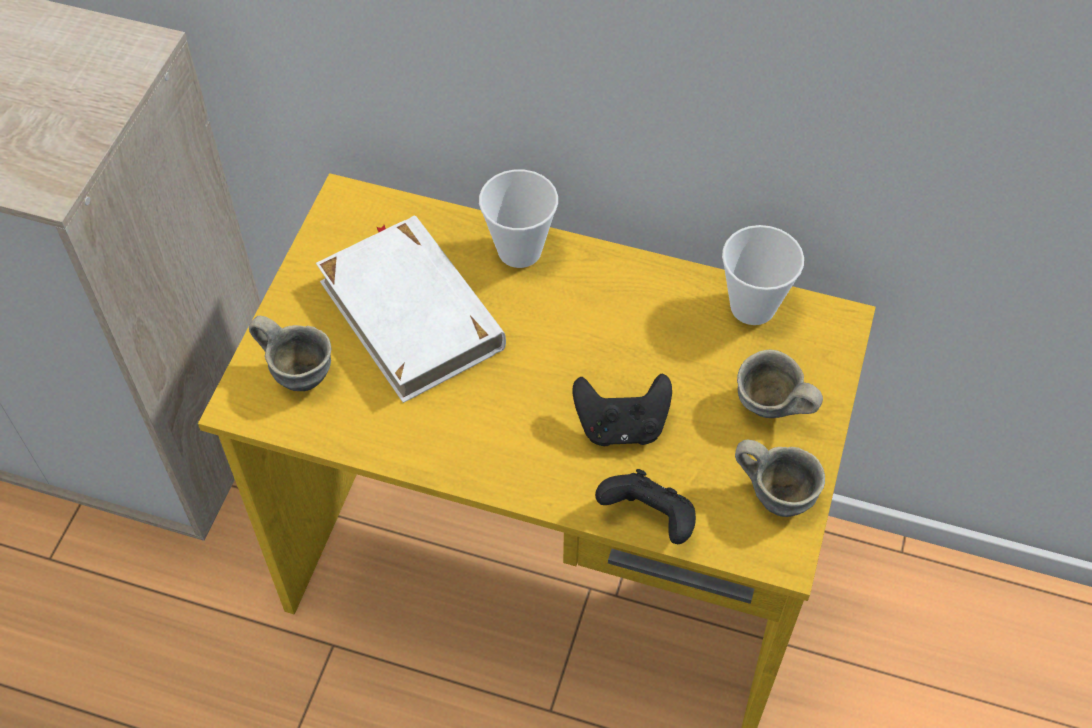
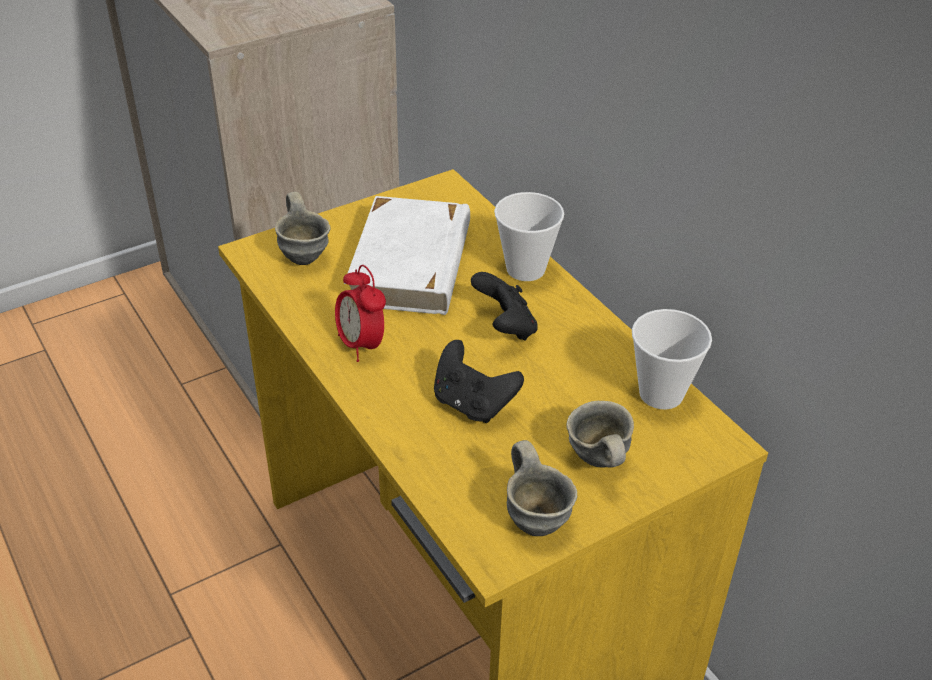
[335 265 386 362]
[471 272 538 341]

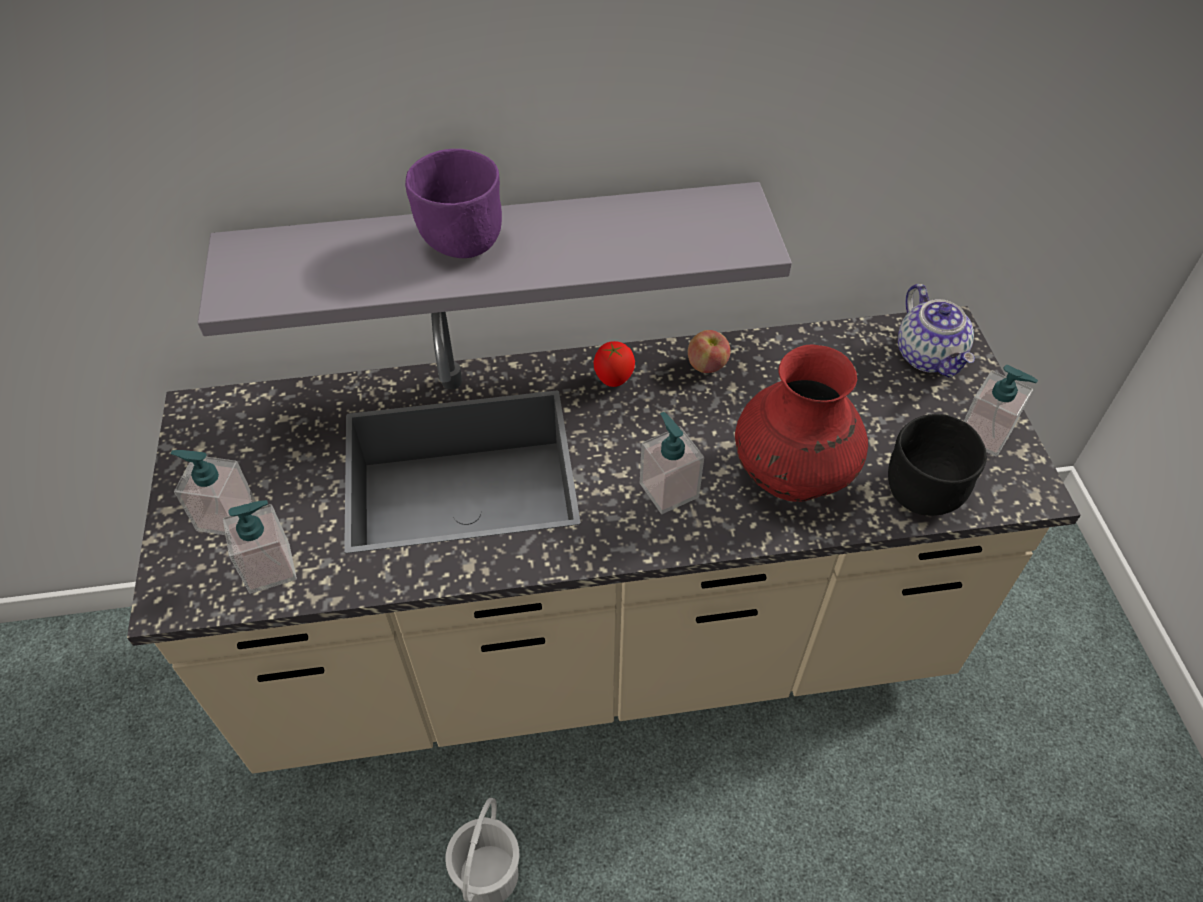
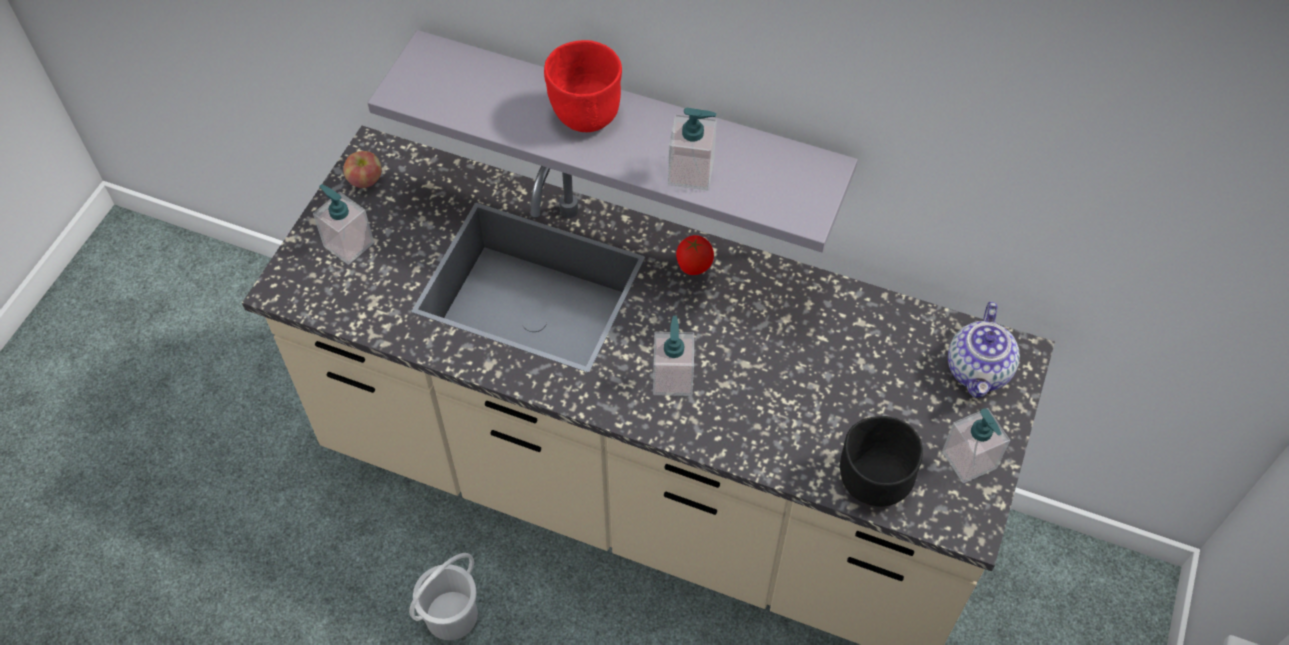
[343 151 381 188]
[544 40 622 132]
[668 108 717 191]
[735 344 868 502] (first image)

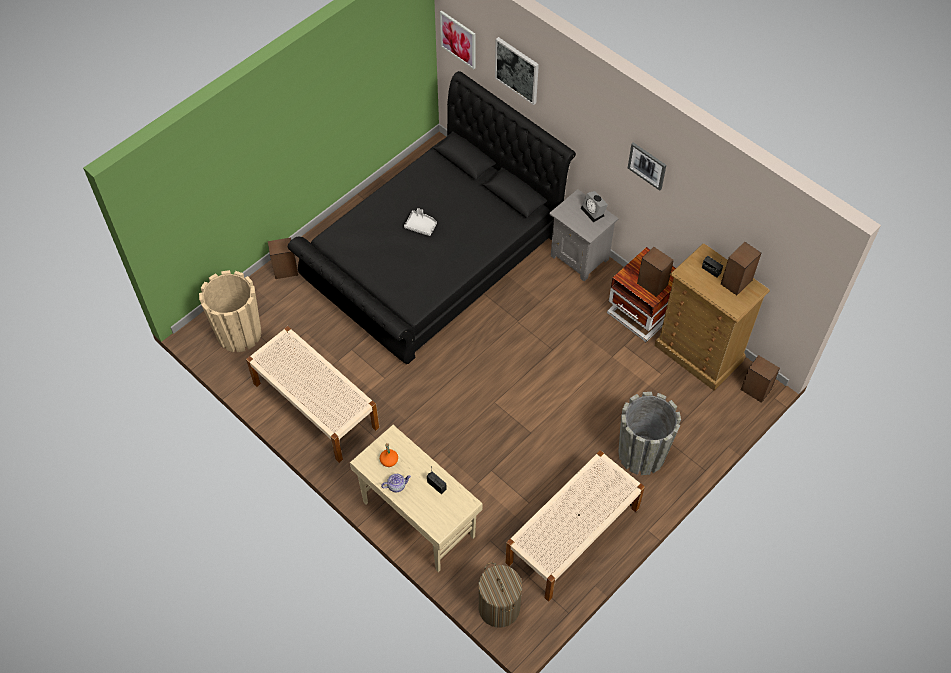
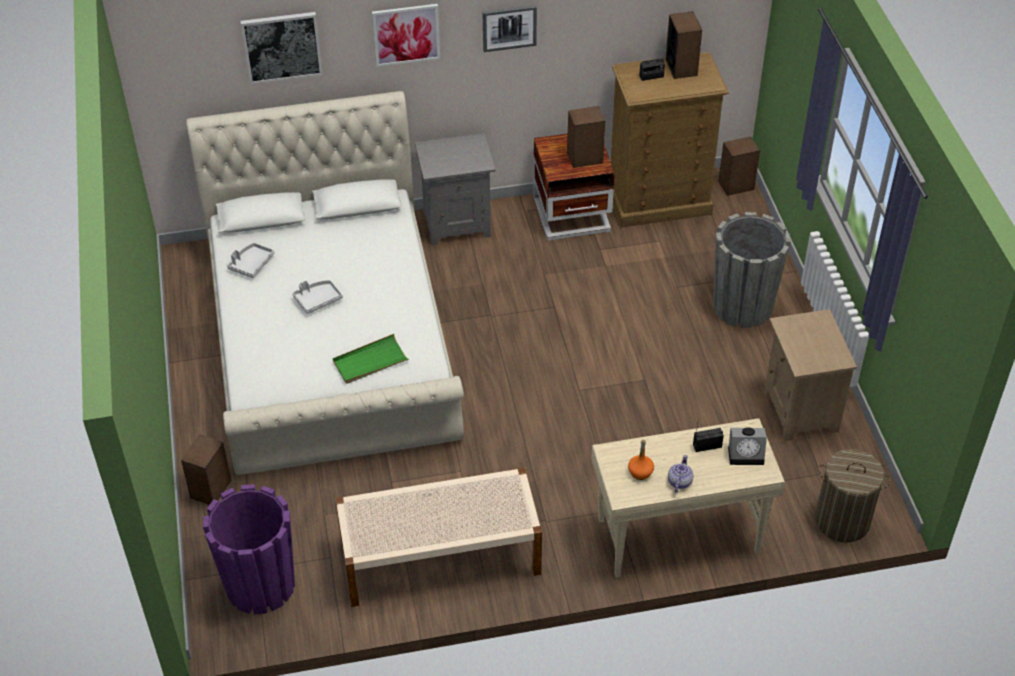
[186 91 464 475]
[203 484 295 614]
[227 243 274 278]
[333 334 409 384]
[372 4 440 67]
[728 427 767 465]
[764 309 857 441]

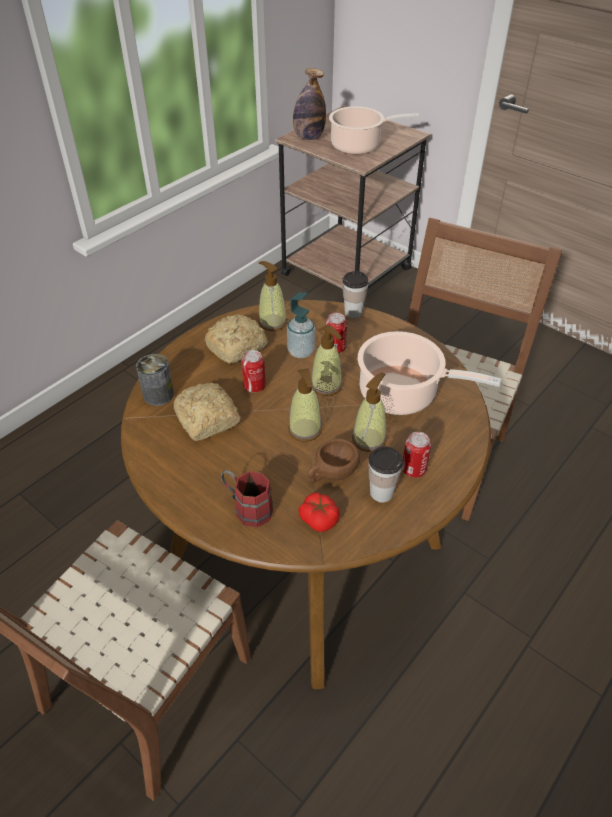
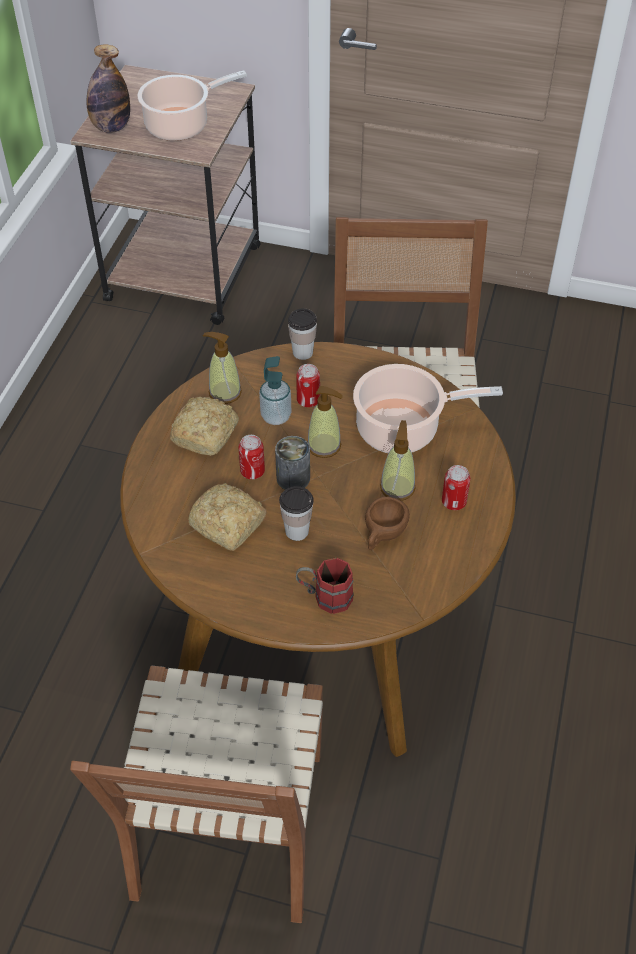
[275 436 310 490]
[279 486 314 541]
[288 368 322 442] (first image)
[298 492 340 532] (first image)

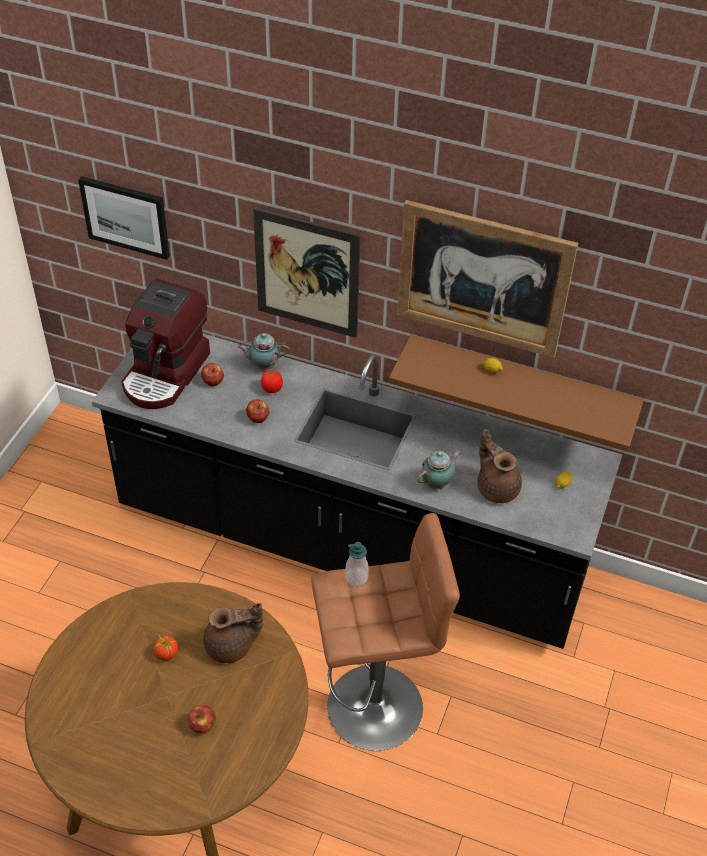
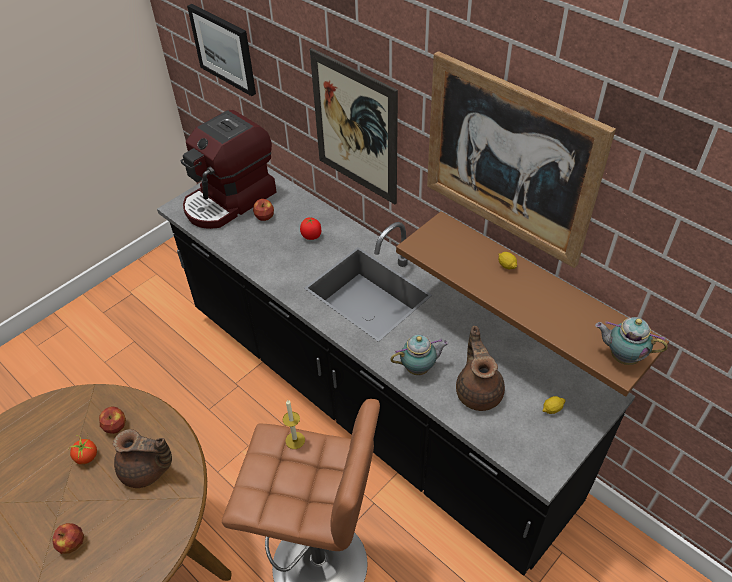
[99 406 126 434]
[283 399 305 449]
[595 317 668 365]

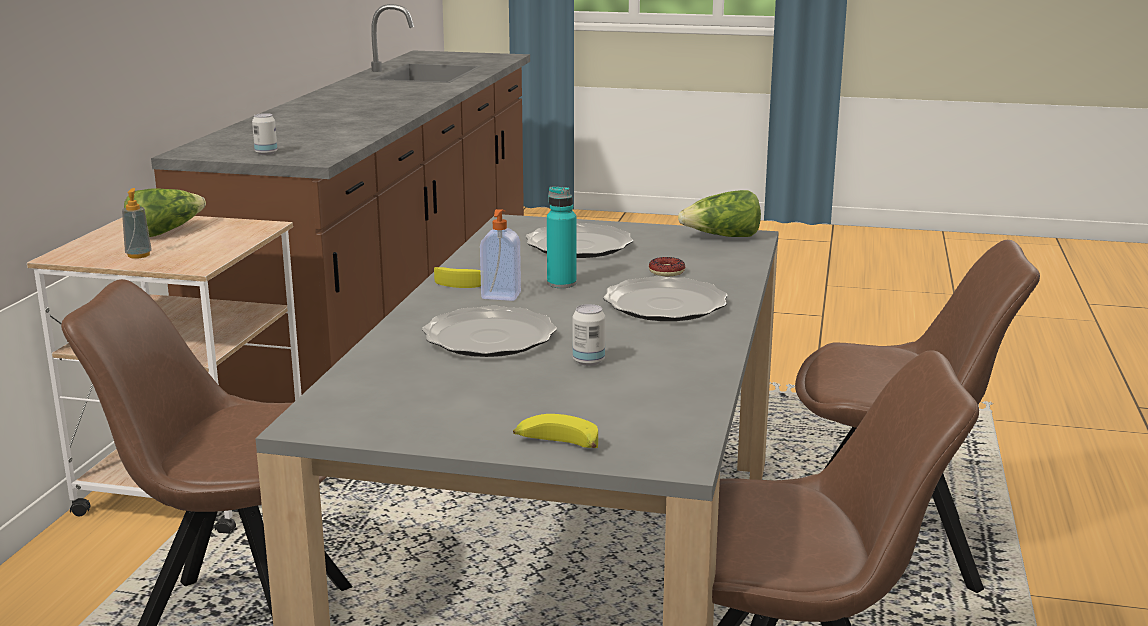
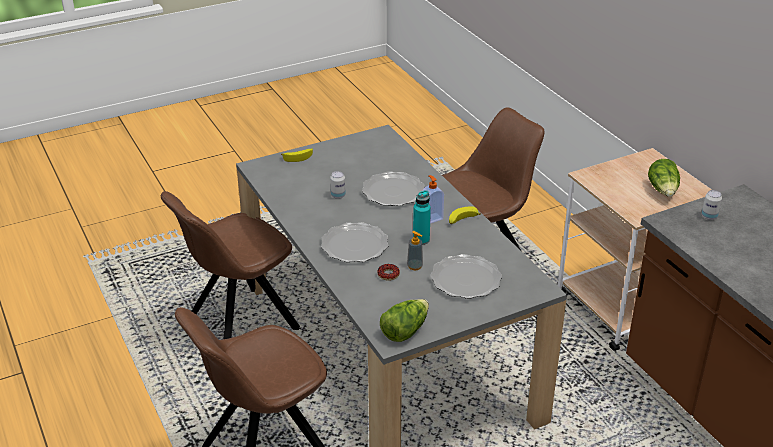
[407 231 423 270]

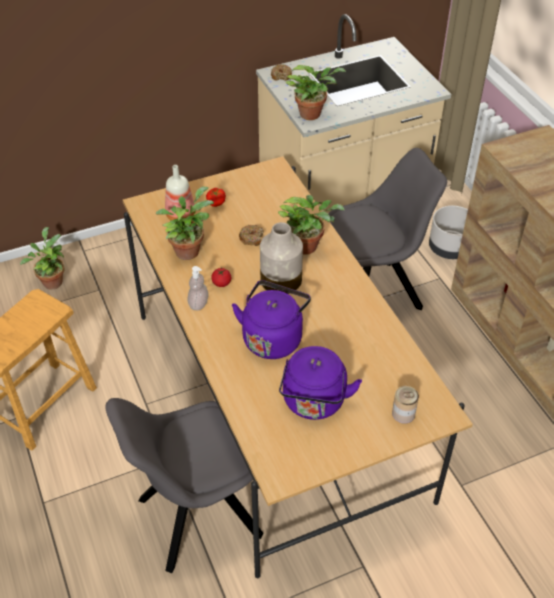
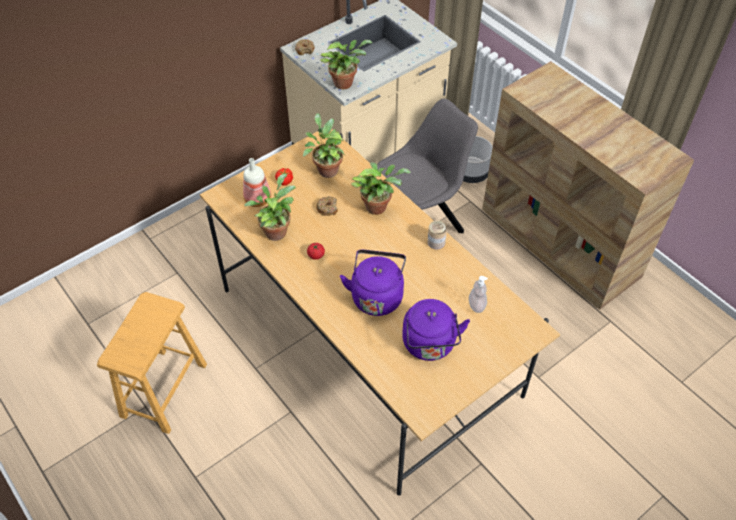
[303 113 345 178]
[427 220 447 249]
[469 276 488 313]
[105 398 263 573] (first image)
[260 222 303 294] (first image)

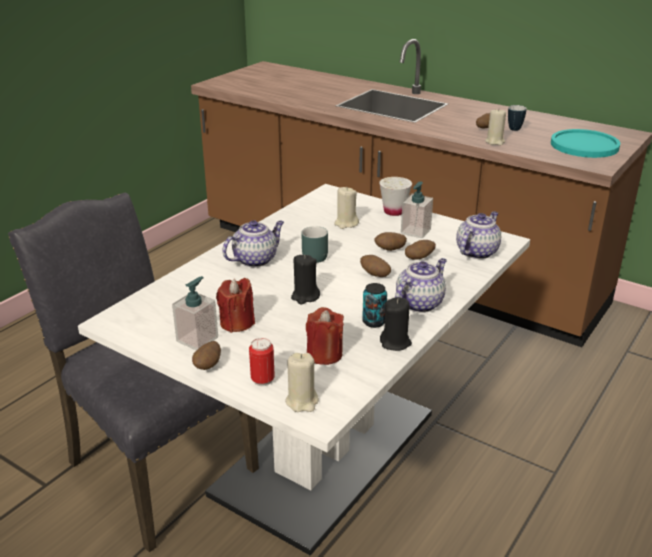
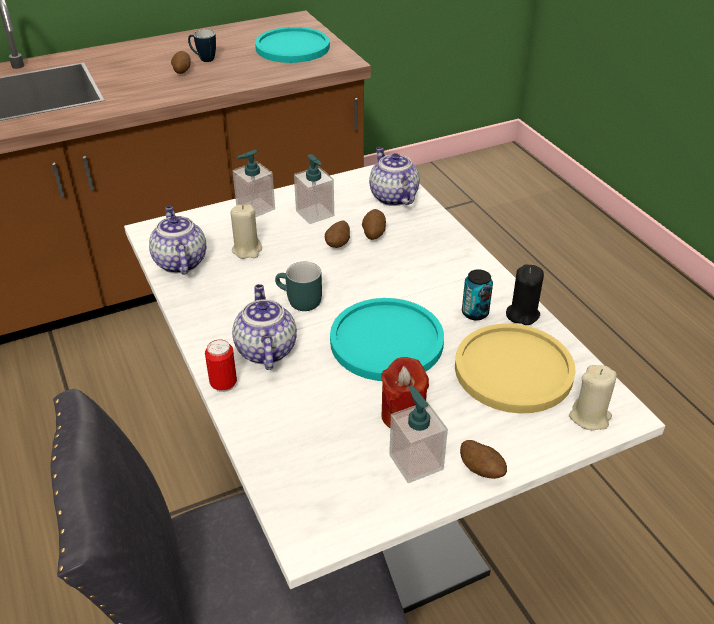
[149 206 206 275]
[205 339 237 392]
[232 150 275 217]
[330 298 444 381]
[455 324 576 413]
[360 255 391 277] (first image)
[485 109 506 146] (first image)

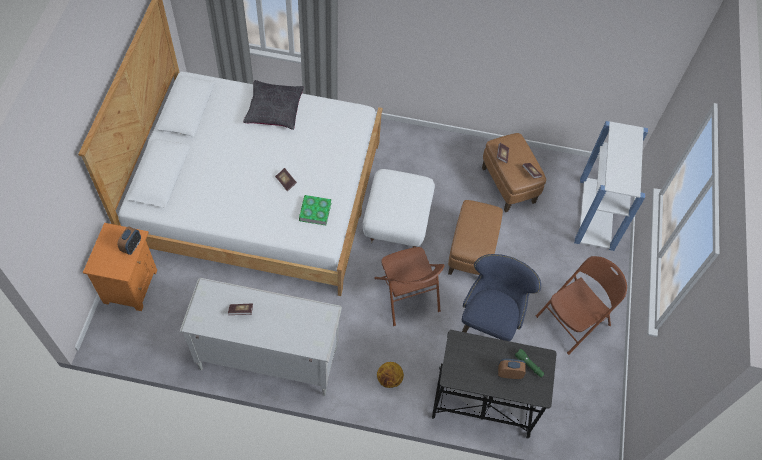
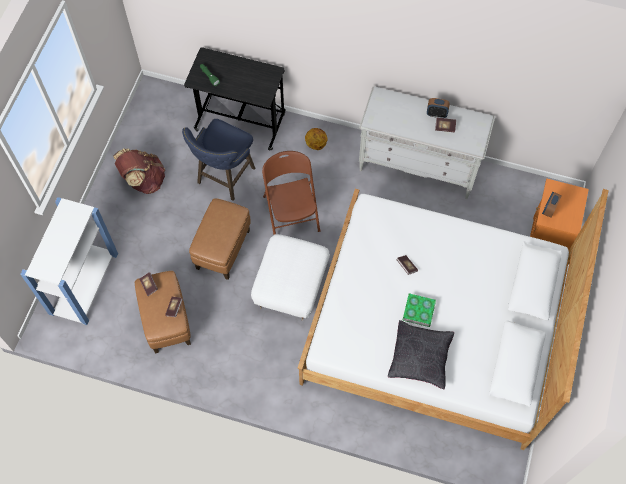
[113 148 165 194]
[402 293 436 327]
[427 98 450 118]

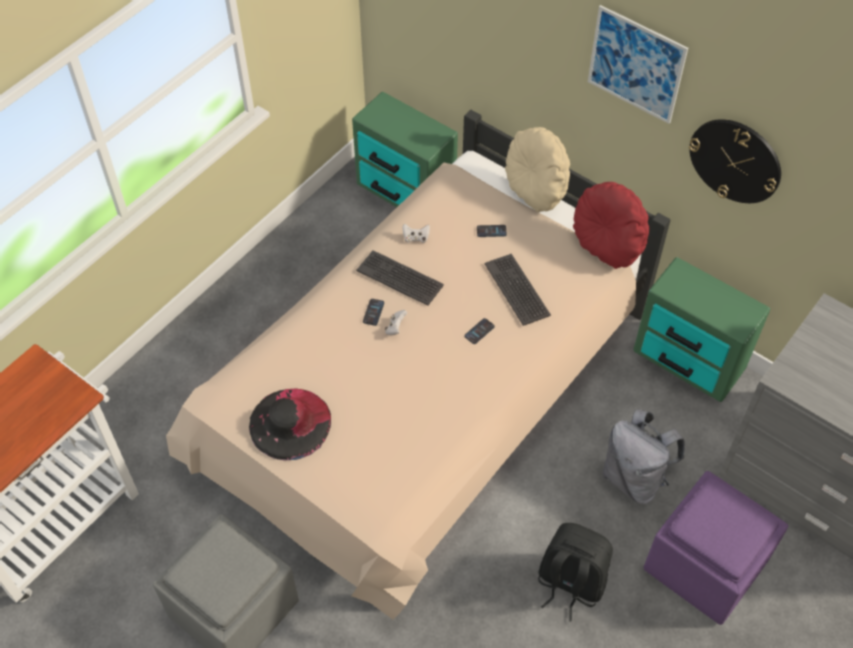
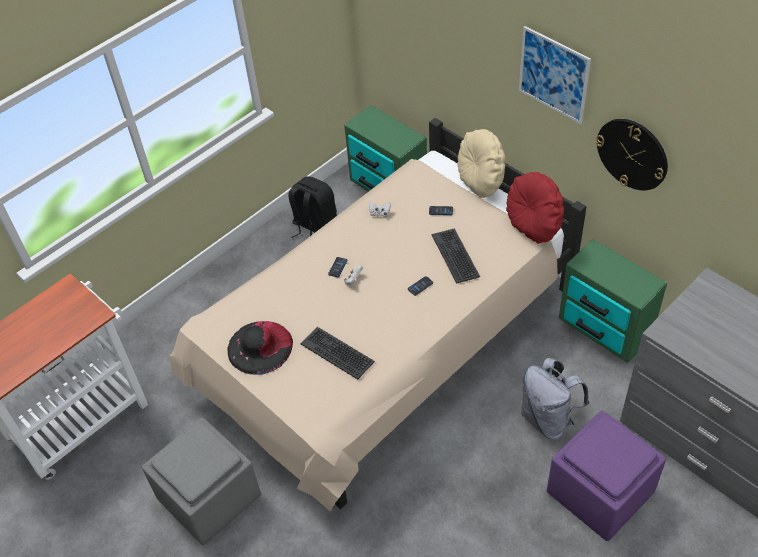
[288 176 337 238]
[301 327 375 379]

